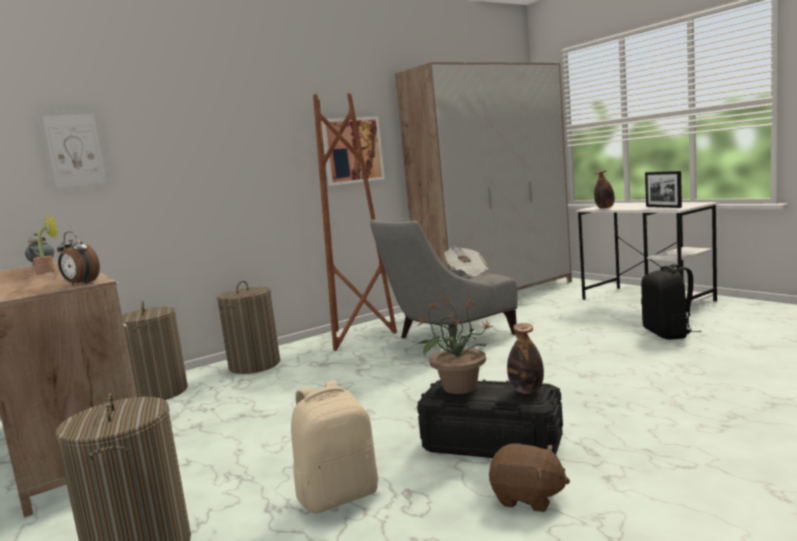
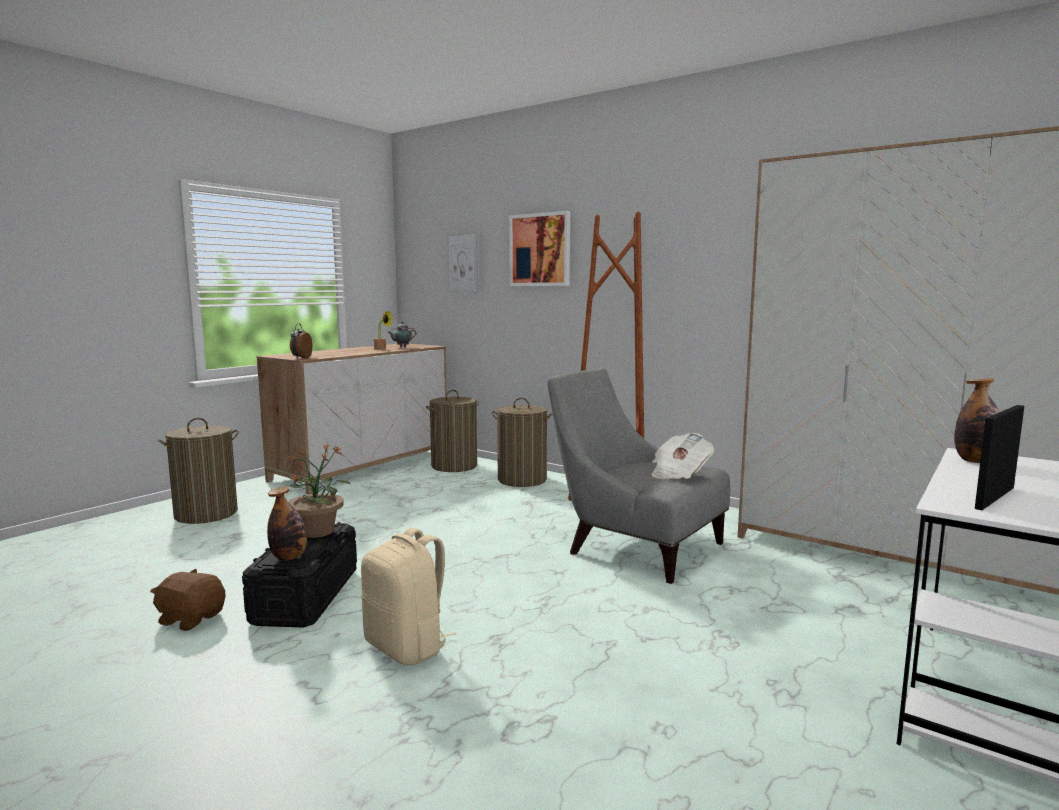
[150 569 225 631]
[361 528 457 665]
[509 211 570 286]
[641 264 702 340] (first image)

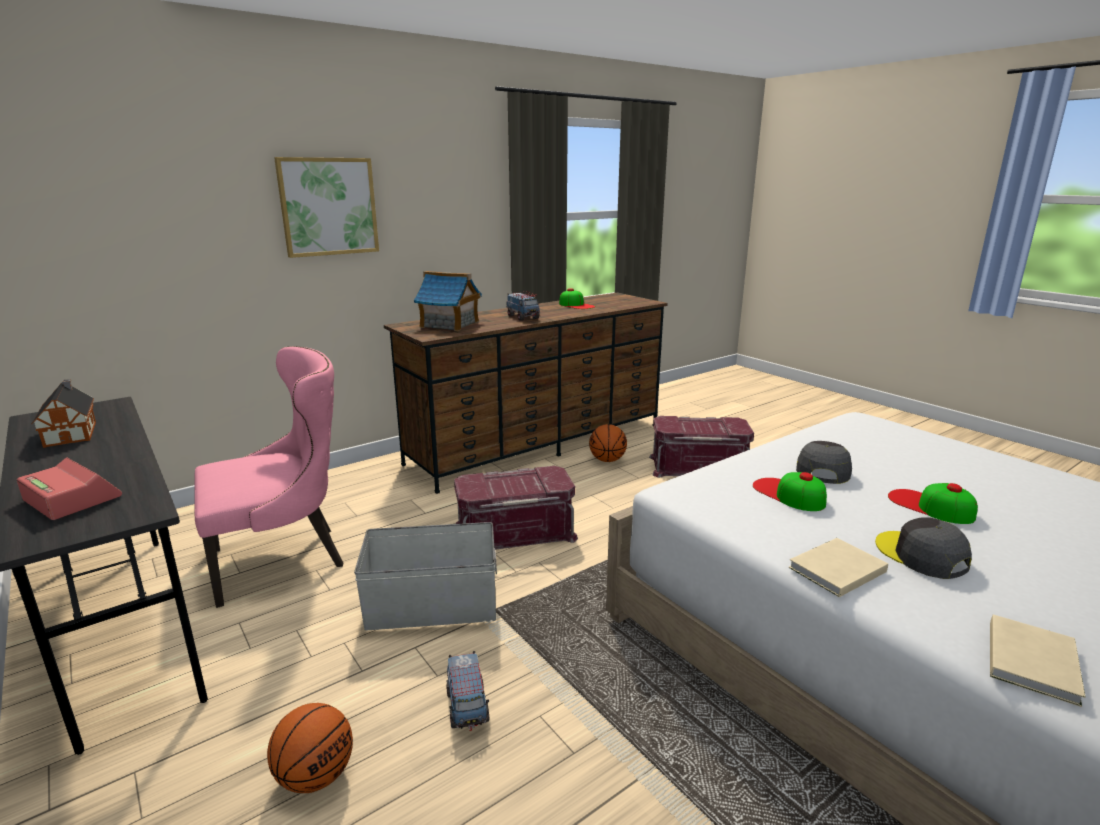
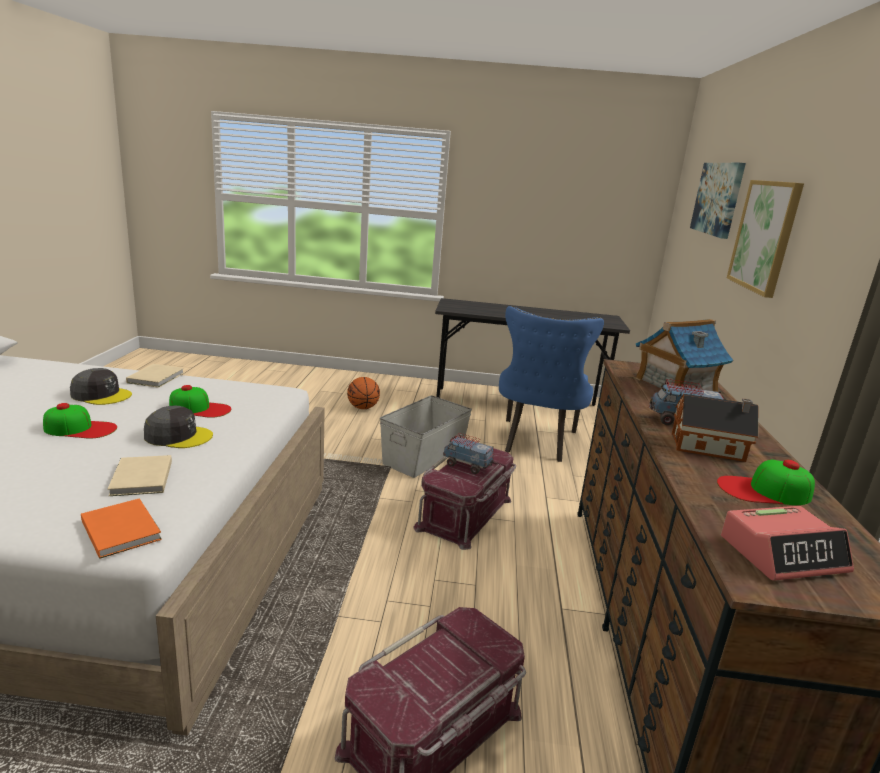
[81 498 162 559]
[108 455 172 496]
[144 405 213 448]
[443 433 494 474]
[499 306 604 462]
[672 394 759 462]
[690 163 746 239]
[721 506 854 581]
[589 424 627 462] (first image)

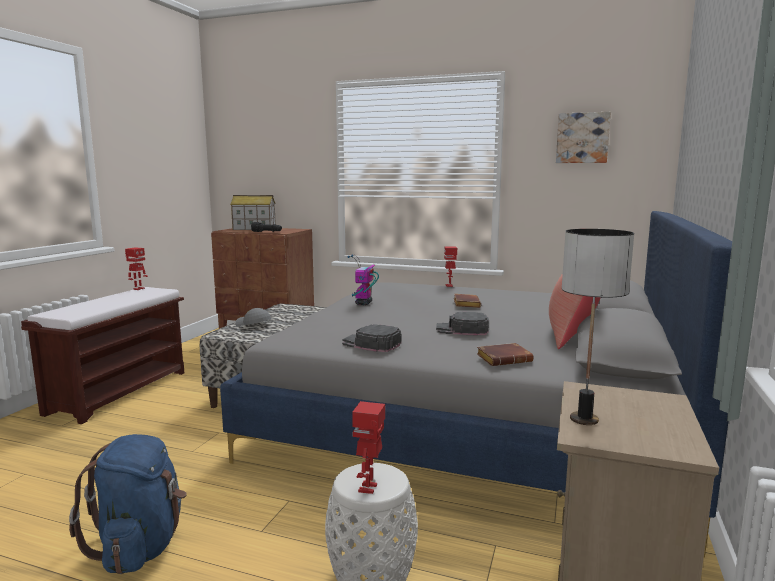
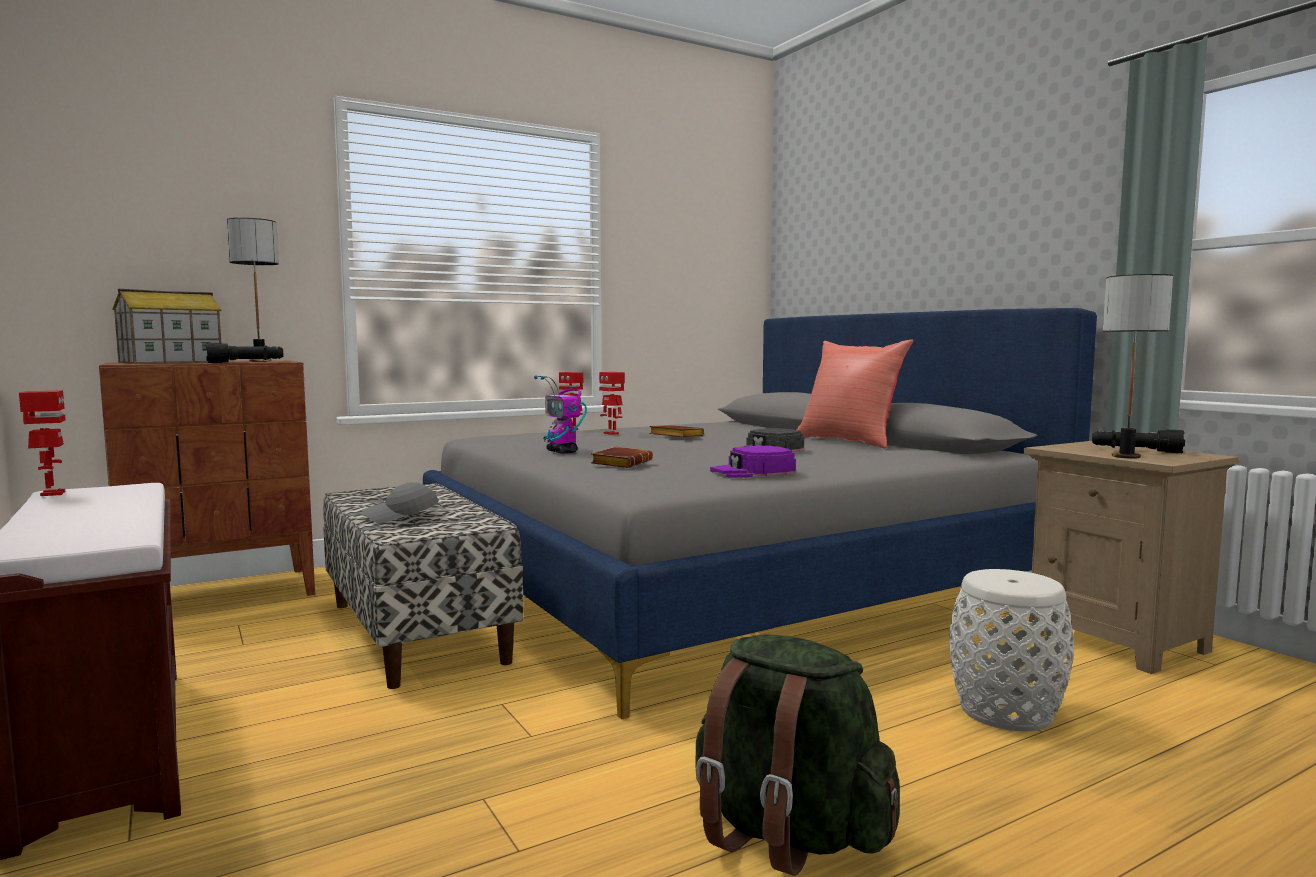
[227 218 279 362]
[591 447 653 468]
[599 372 625 435]
[695 634 900 876]
[710 446 796 478]
[1092 430 1185 453]
[556 112 611 163] (first image)

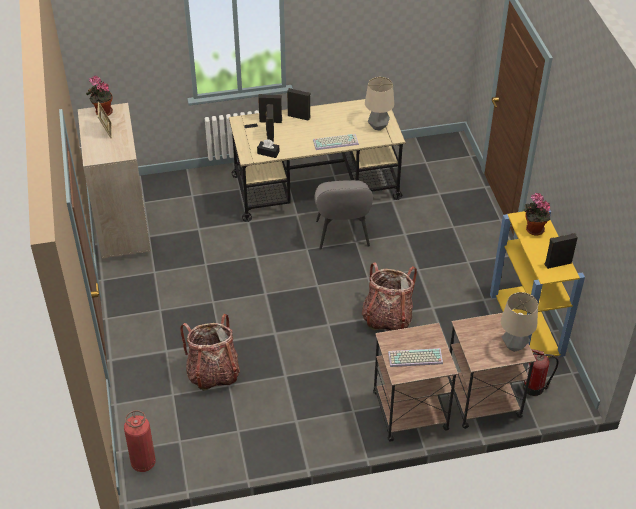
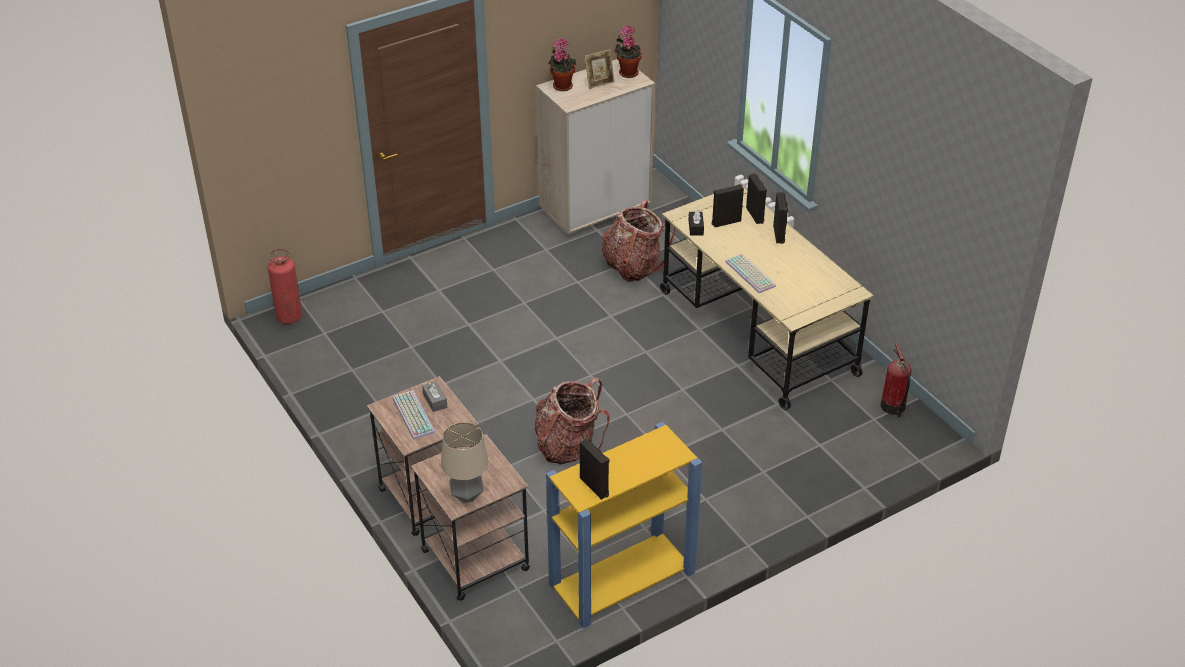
[422 381 447 412]
[548 38 576 91]
[602 200 676 282]
[881 343 912 417]
[314 180 373 250] (first image)
[365 77 394 131] (first image)

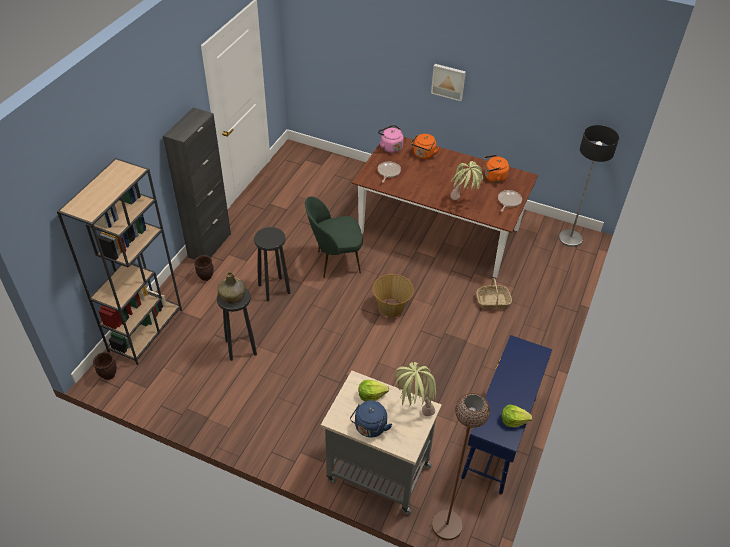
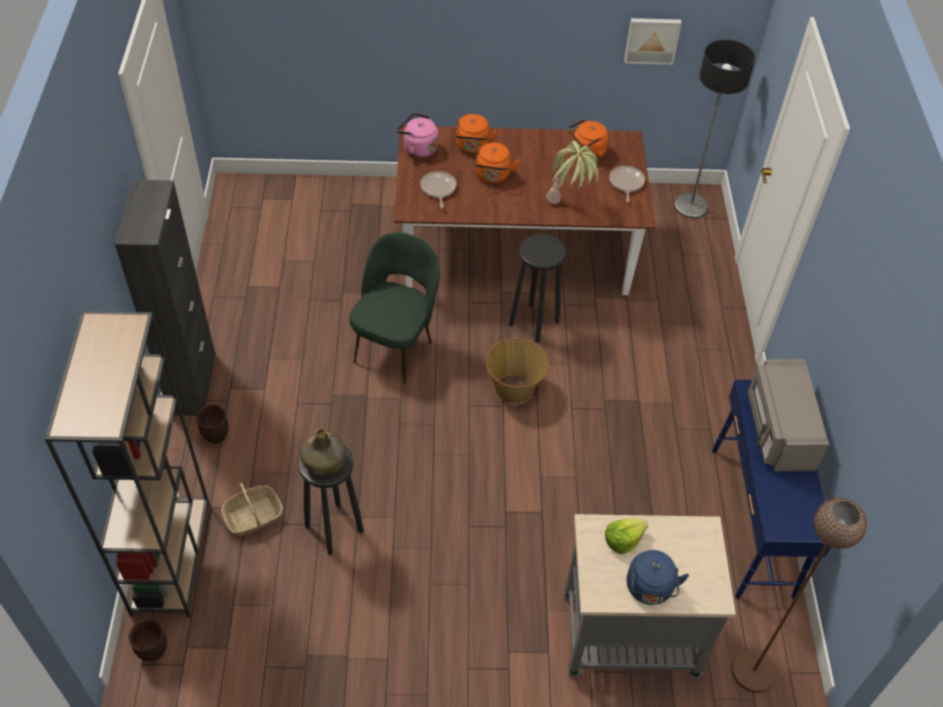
[221 483 283 535]
[349 232 440 383]
[475 143 519 183]
[509 234 566 343]
[624 18 682 65]
[748 359 829 472]
[396 362 436 416] (first image)
[502 405 533 427] (first image)

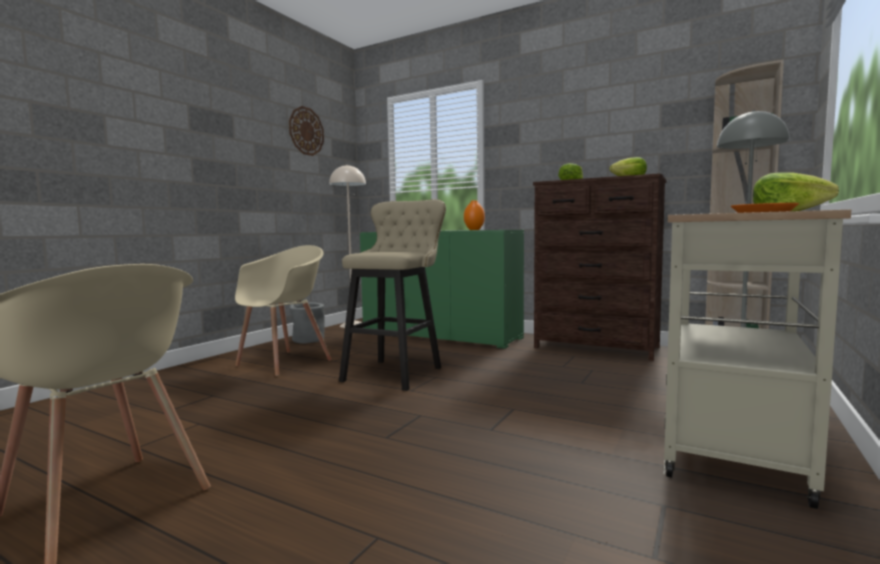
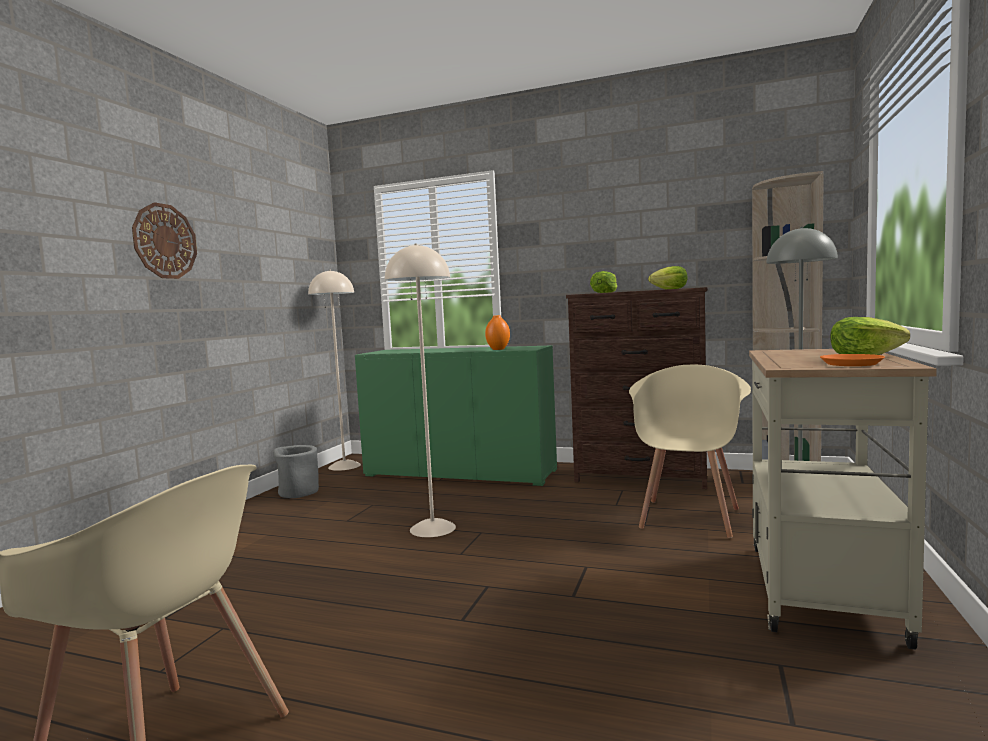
[132 202 197 279]
[385 243 456 537]
[629 365 751 538]

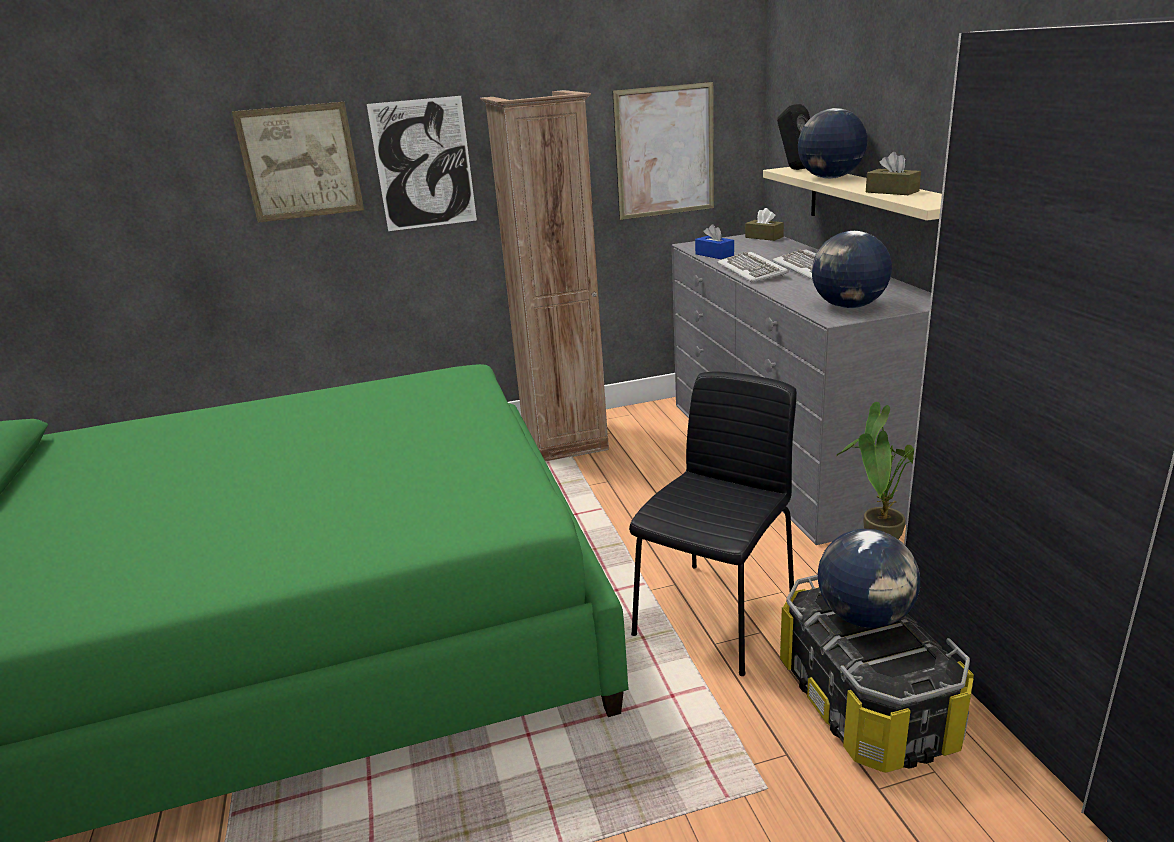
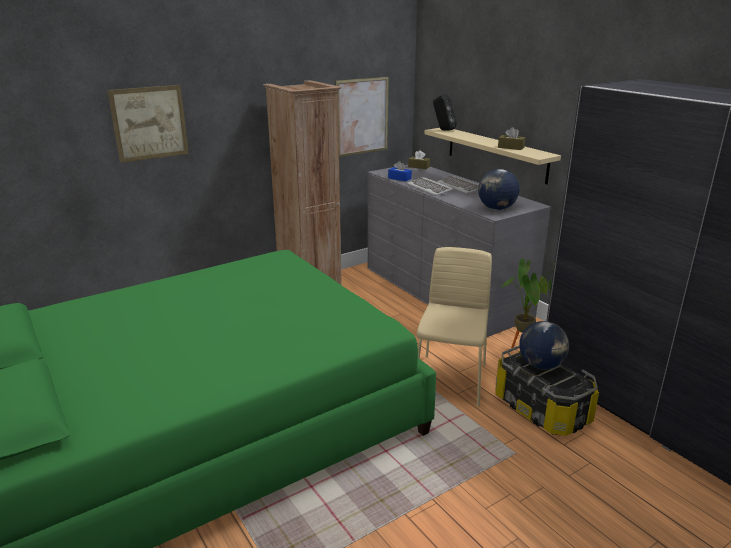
[417 247 492 407]
[367 96 477 231] (first image)
[798 108 867 179] (first image)

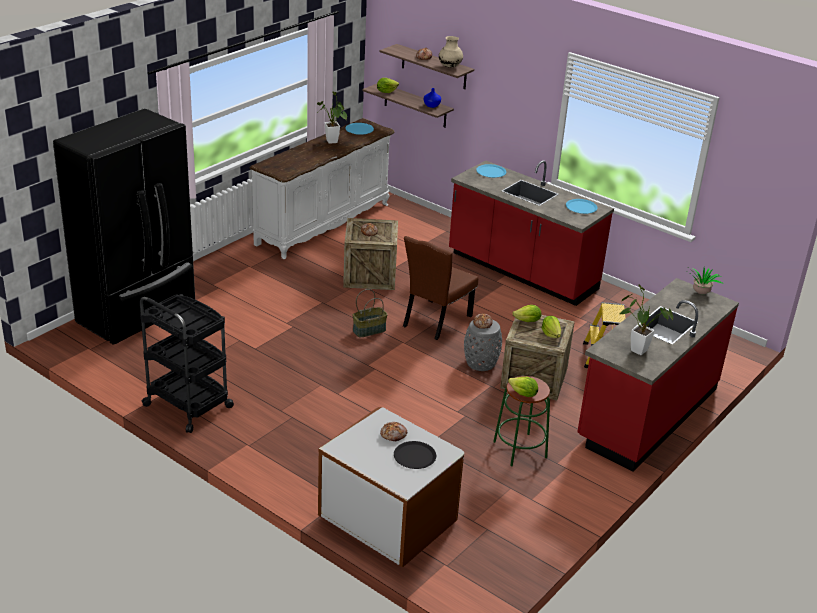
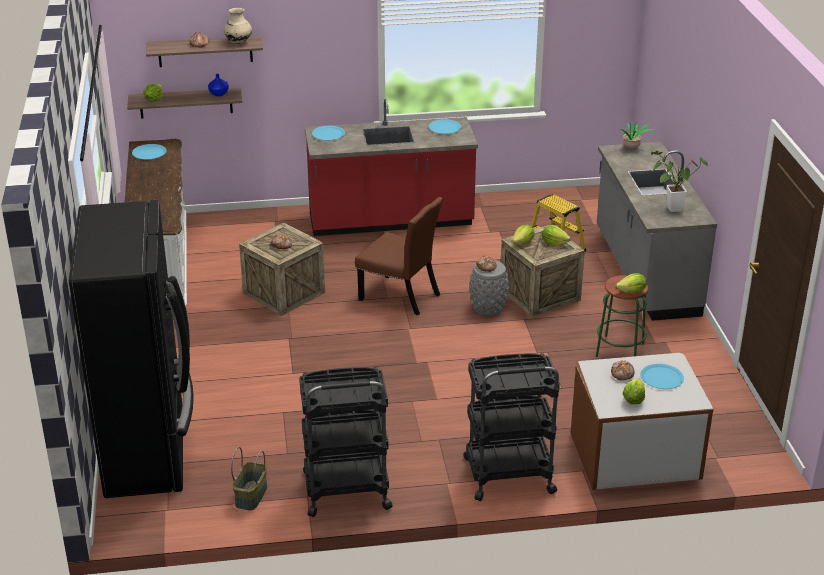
[231 447 267 510]
[355 197 443 315]
[463 353 560 501]
[597 142 717 321]
[623 378 645 405]
[640 364 684 389]
[317 91 347 144] (first image)

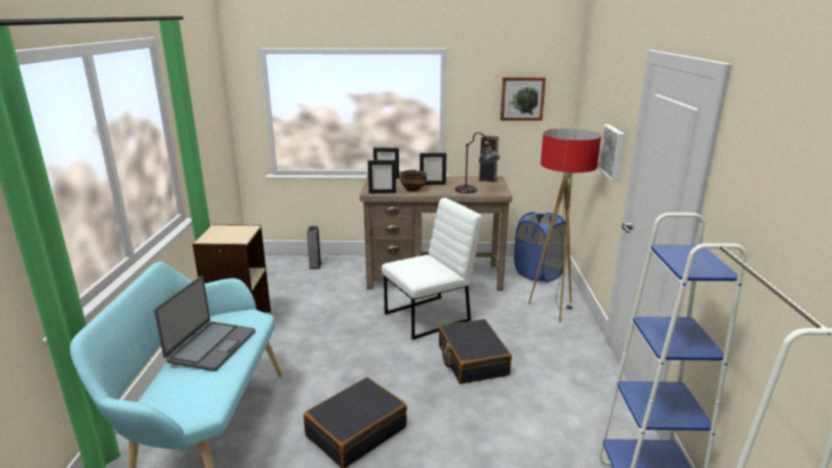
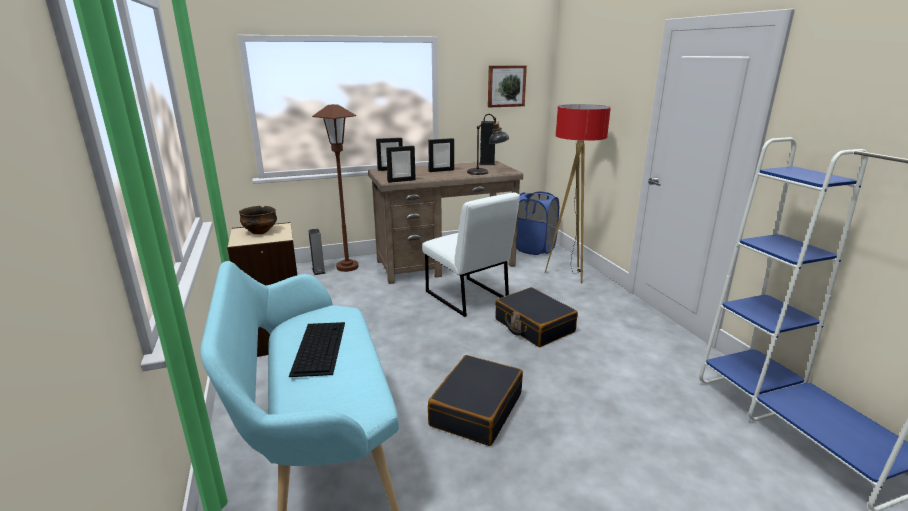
[239 206 277 234]
[289 322 345 377]
[312 104 358 272]
[422 193 520 317]
[598 124 624 181] (first image)

